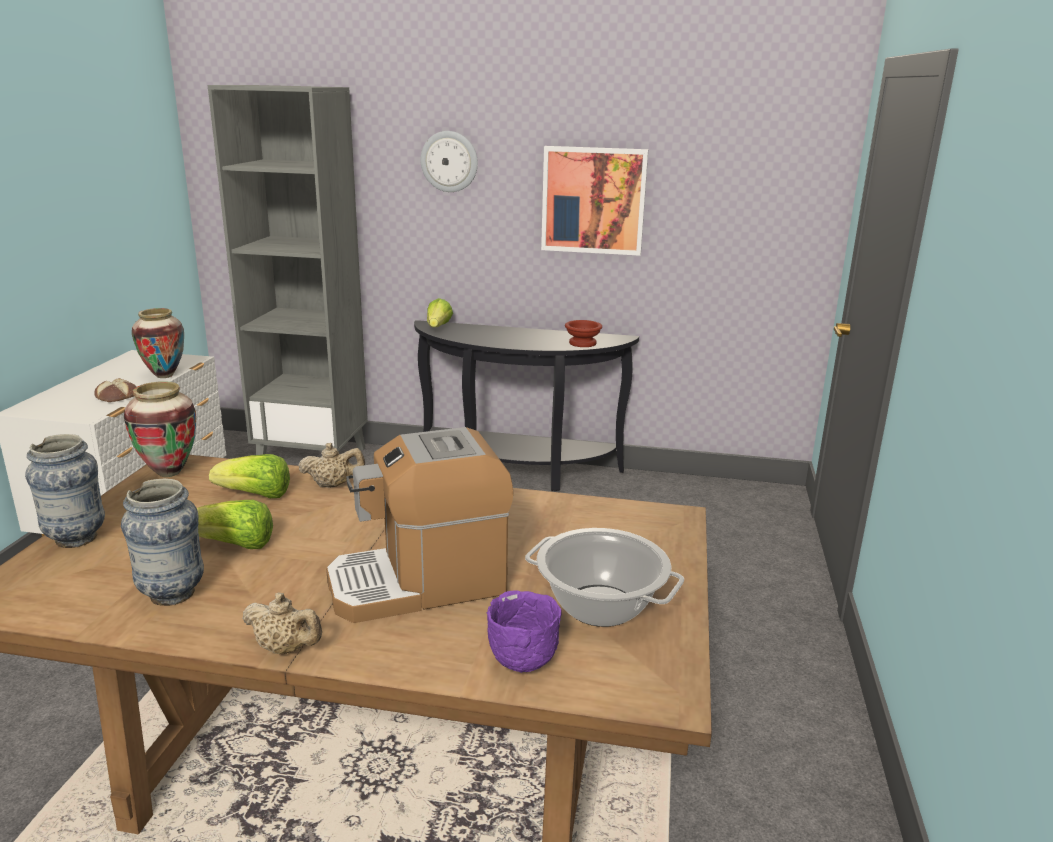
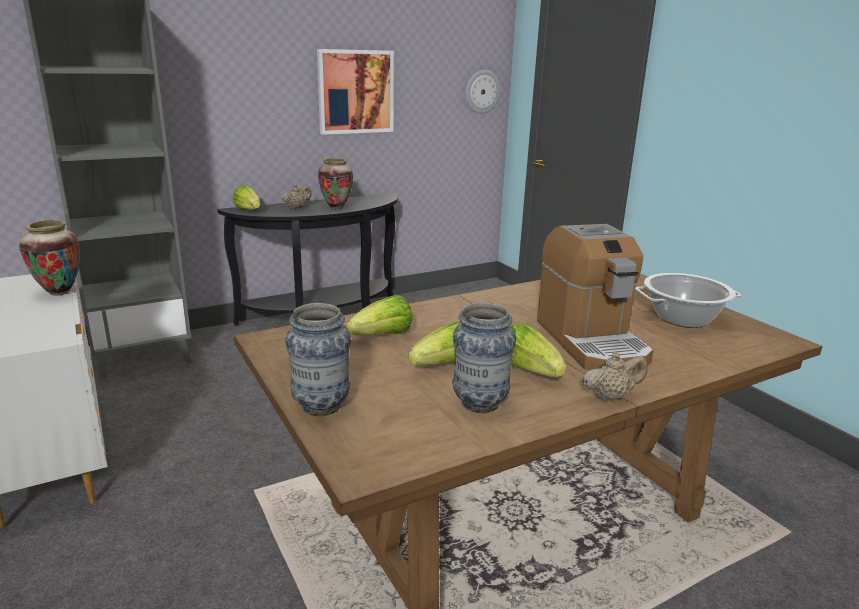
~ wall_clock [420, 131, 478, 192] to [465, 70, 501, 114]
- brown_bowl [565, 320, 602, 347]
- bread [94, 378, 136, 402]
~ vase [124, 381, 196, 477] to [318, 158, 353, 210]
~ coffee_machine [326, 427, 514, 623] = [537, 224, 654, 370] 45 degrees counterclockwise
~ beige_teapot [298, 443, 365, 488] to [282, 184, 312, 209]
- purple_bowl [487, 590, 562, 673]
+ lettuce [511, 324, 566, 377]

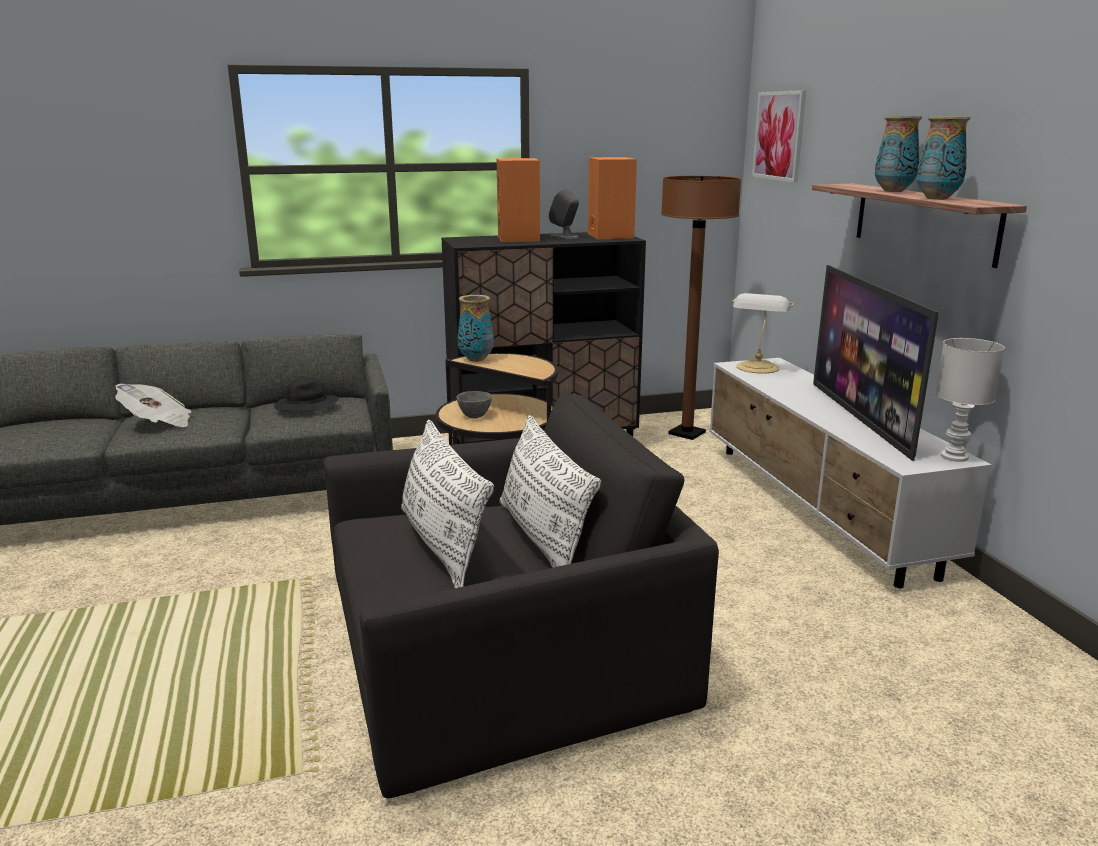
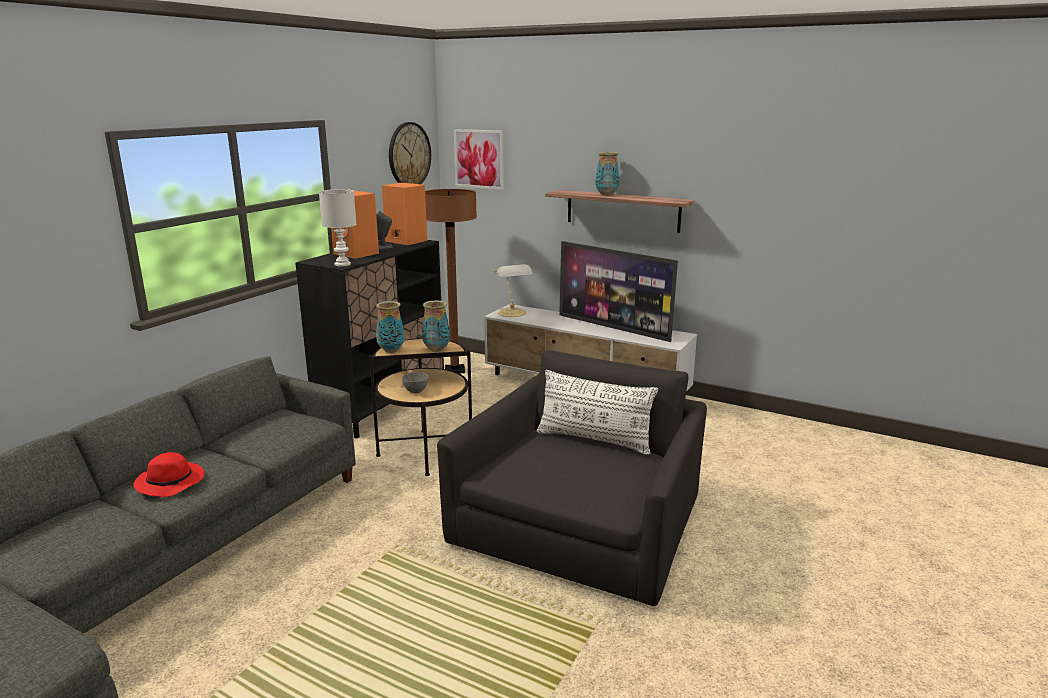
~ vase [916, 117, 971, 200] to [422, 301, 450, 352]
~ white_table_lamp [935, 338, 1005, 462] to [319, 189, 356, 266]
- black_hat [274, 377, 339, 412]
~ newspaper [115, 384, 192, 427] to red_hat [134, 452, 204, 497]
- white_pillow [401, 420, 494, 588]
+ wall_clock [389, 122, 431, 184]

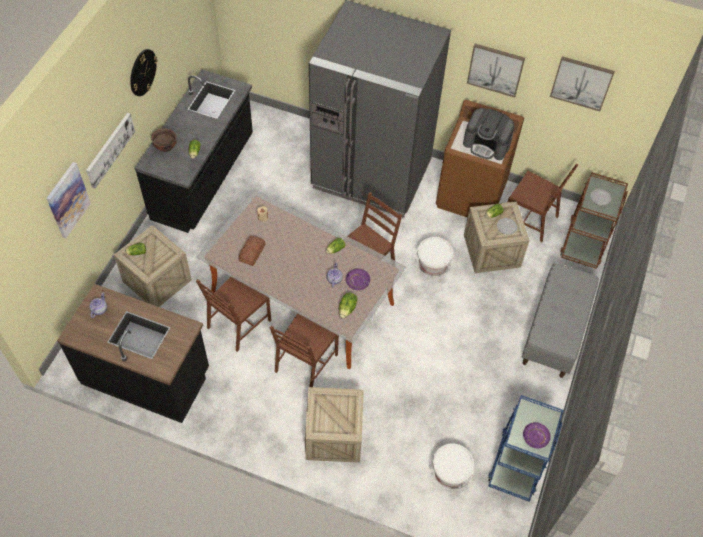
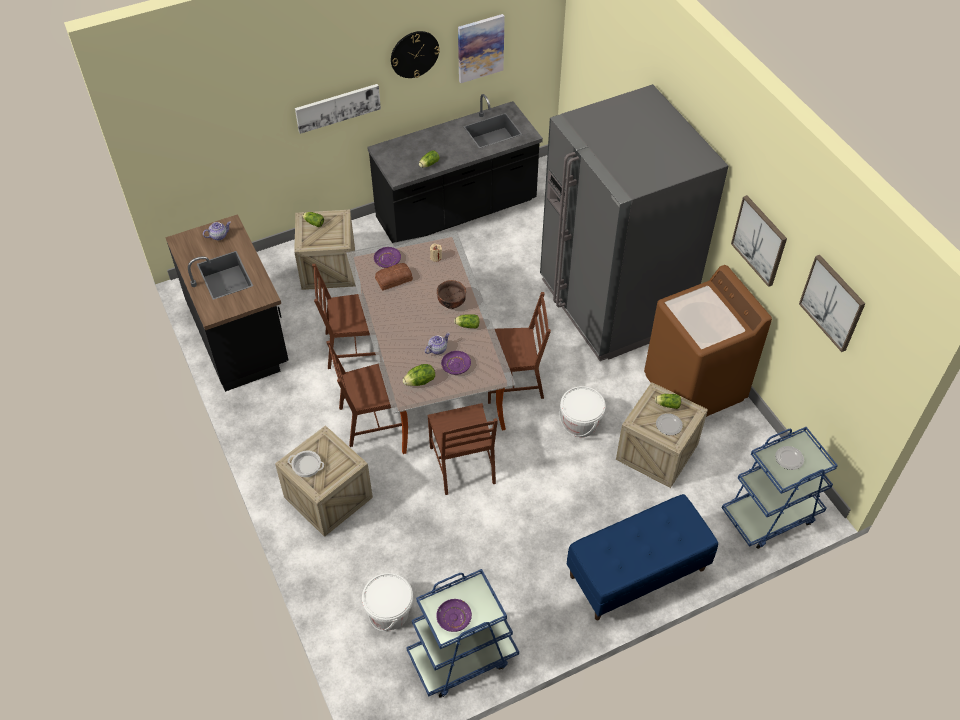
- coffee_machine [463, 108, 515, 160]
~ brown_bowl [151, 128, 176, 152] to [437, 280, 466, 309]
~ picture [46, 162, 91, 238] to [458, 14, 505, 83]
~ brown_chair [508, 163, 579, 242] to [428, 403, 498, 495]
~ brown_cart [560, 172, 628, 269] to blue_cart [722, 427, 838, 549]
~ grey_bench [522, 263, 599, 378] to blue_bench [567, 494, 718, 620]
+ purple_plate [374, 247, 401, 268]
+ cooking_pot [288, 451, 324, 477]

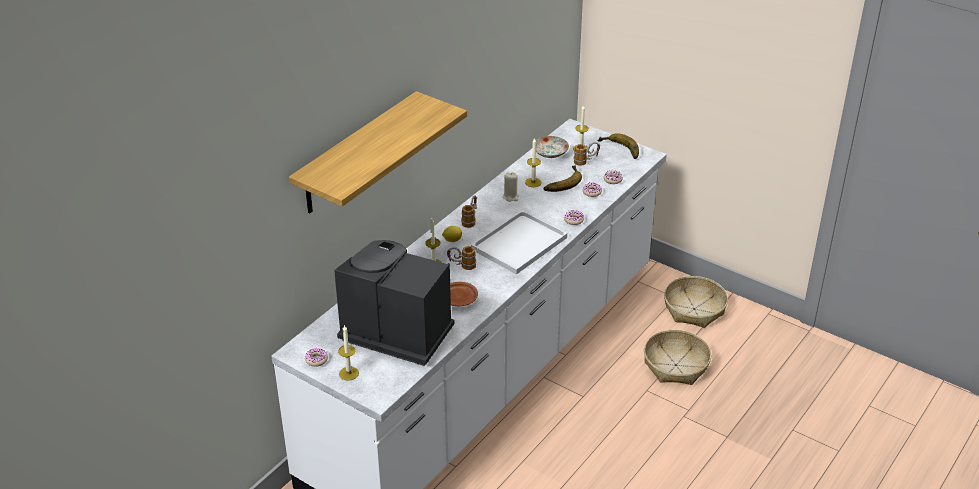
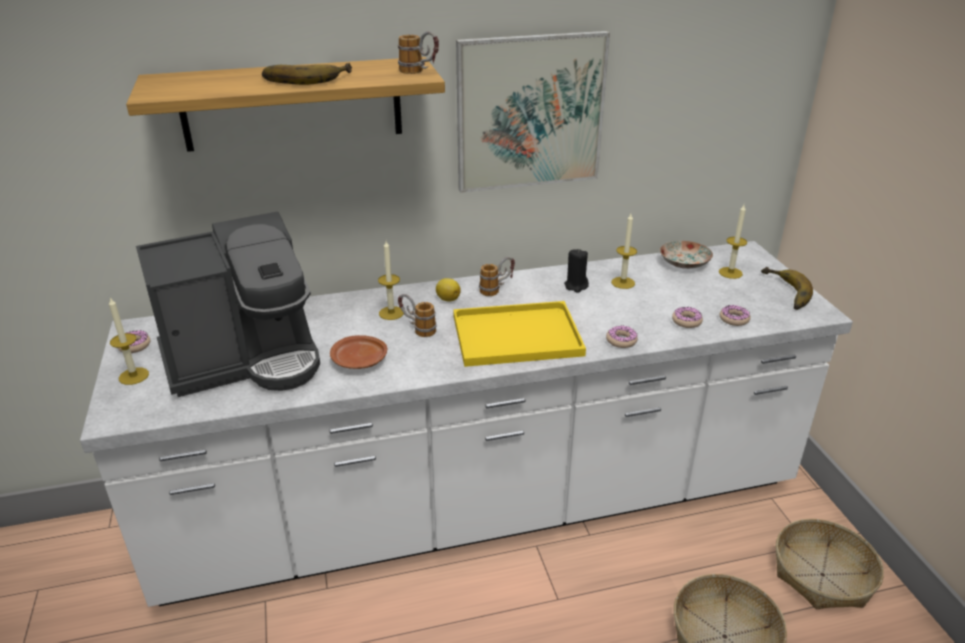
~ mug [574, 142, 600, 166] to [398, 31, 439, 74]
~ banana [544, 165, 582, 192] to [262, 63, 352, 85]
~ beige_candle [503, 172, 519, 202] to black_candle [564, 249, 589, 292]
~ white_tray [471, 210, 567, 275] to yellow_tray [453, 301, 586, 367]
~ coffee_machine [334, 240, 455, 366] = [136, 211, 320, 397] 90 degrees clockwise
+ picture [456, 31, 610, 193]

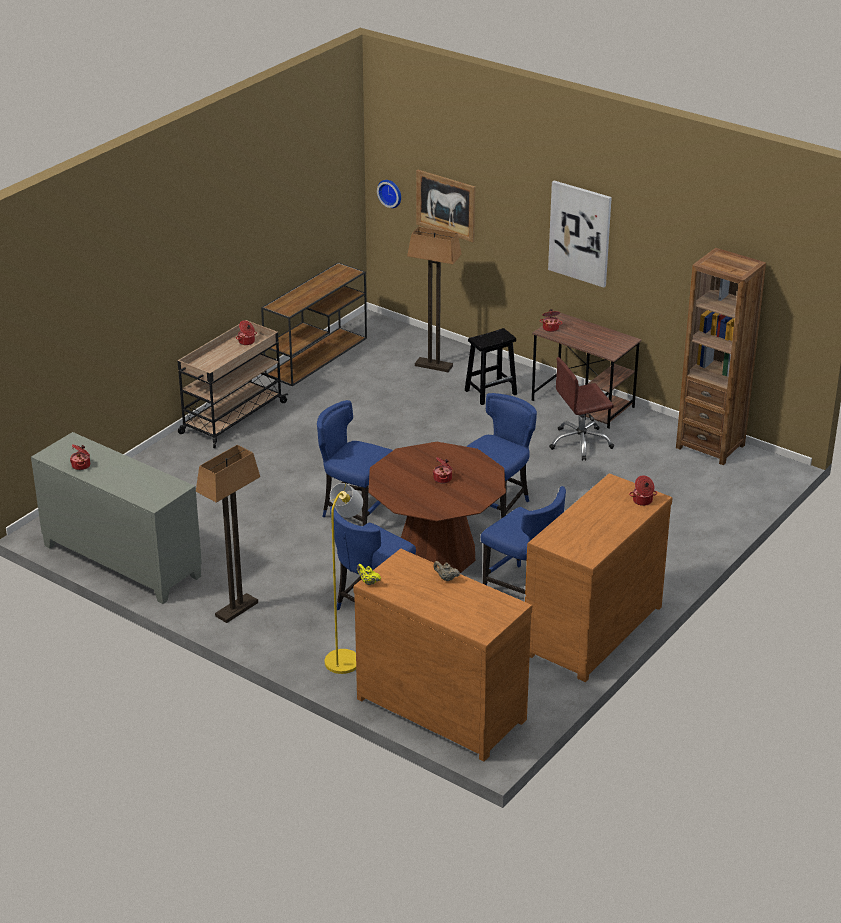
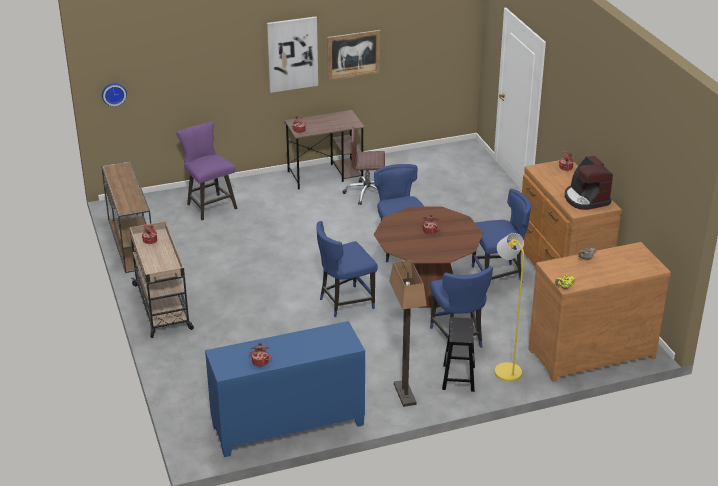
~ picture [416, 169, 475, 242] to [327, 30, 380, 81]
~ floor_lamp [407, 226, 462, 372] to purple_stool [176, 121, 237, 220]
- brown_bookcase [676, 248, 766, 465]
~ black_stool [465, 328, 517, 405] to [442, 317, 475, 392]
~ brown_office_chair [549, 357, 614, 461] = [343, 126, 385, 205] 75 degrees clockwise
~ grey_cabinet [31, 432, 202, 604] to blue_cabinet [205, 321, 365, 457]
+ coffee_machine [565, 156, 613, 210]

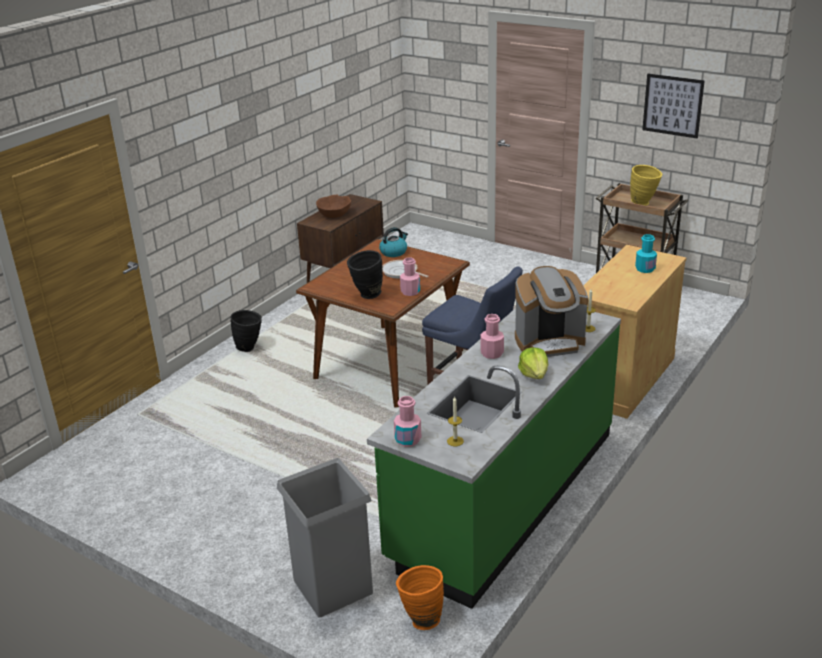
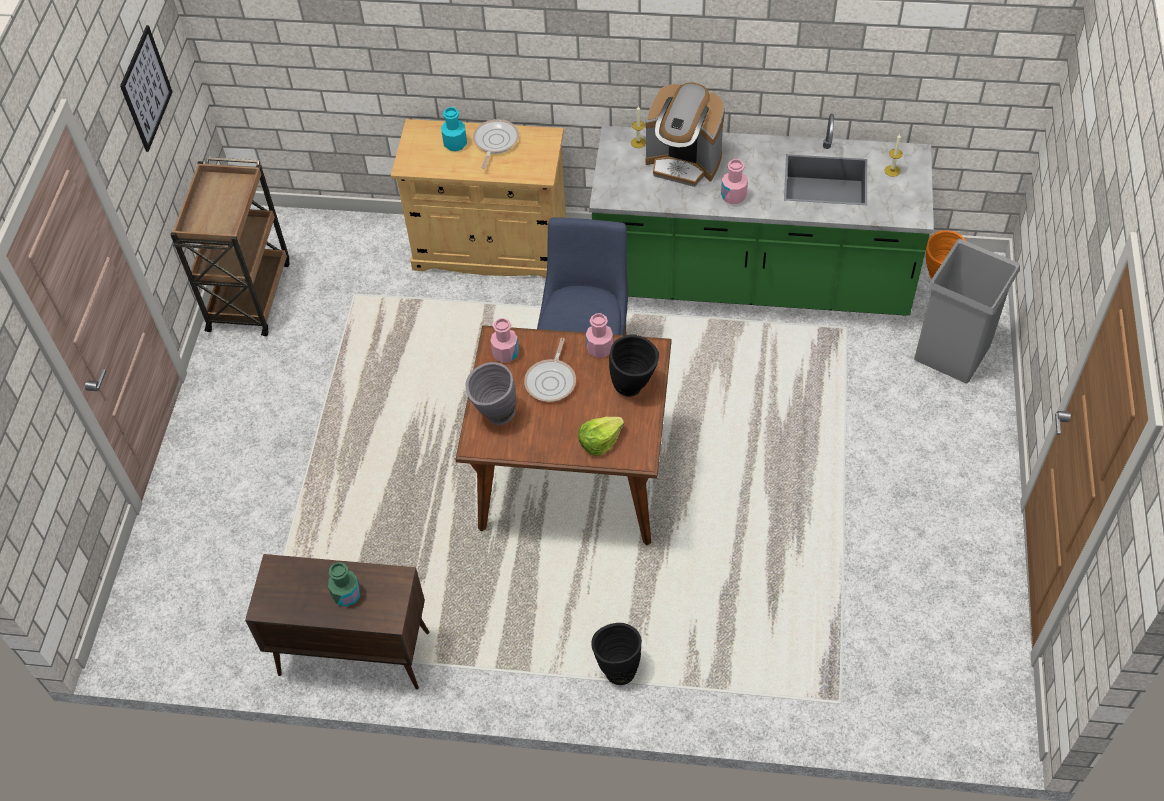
- yellow_vase [630, 165, 663, 206]
~ brown_bowl [316, 195, 351, 218] to green_bottle [328, 562, 361, 607]
~ kettle [379, 227, 408, 257] to grey_vase [466, 362, 516, 425]
~ coffee_machine [515, 266, 588, 357] = [645, 82, 725, 187] 150 degrees clockwise
~ lettuce [518, 347, 548, 379] to [578, 417, 624, 456]
~ pink_bottle [394, 396, 421, 447] to [490, 318, 519, 363]
+ frying_pan [473, 119, 519, 169]

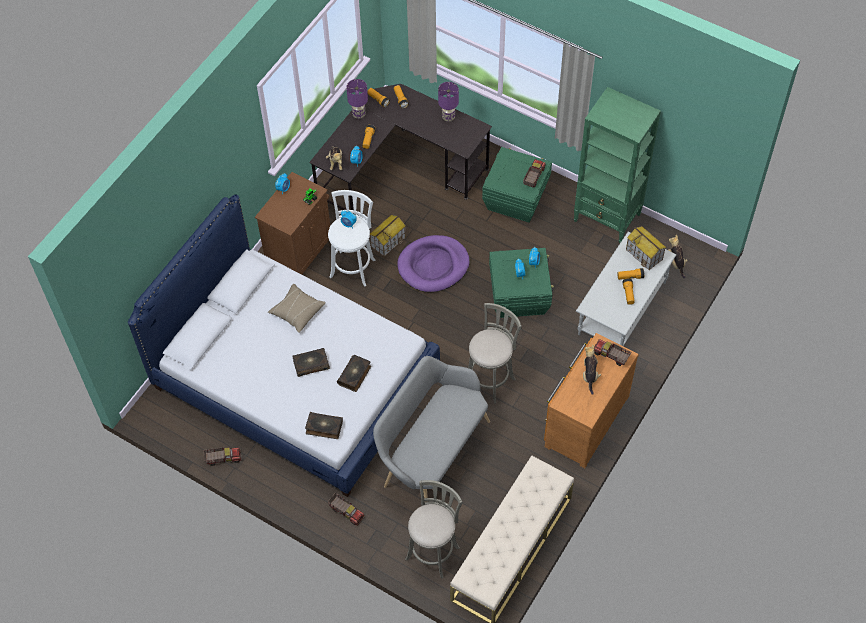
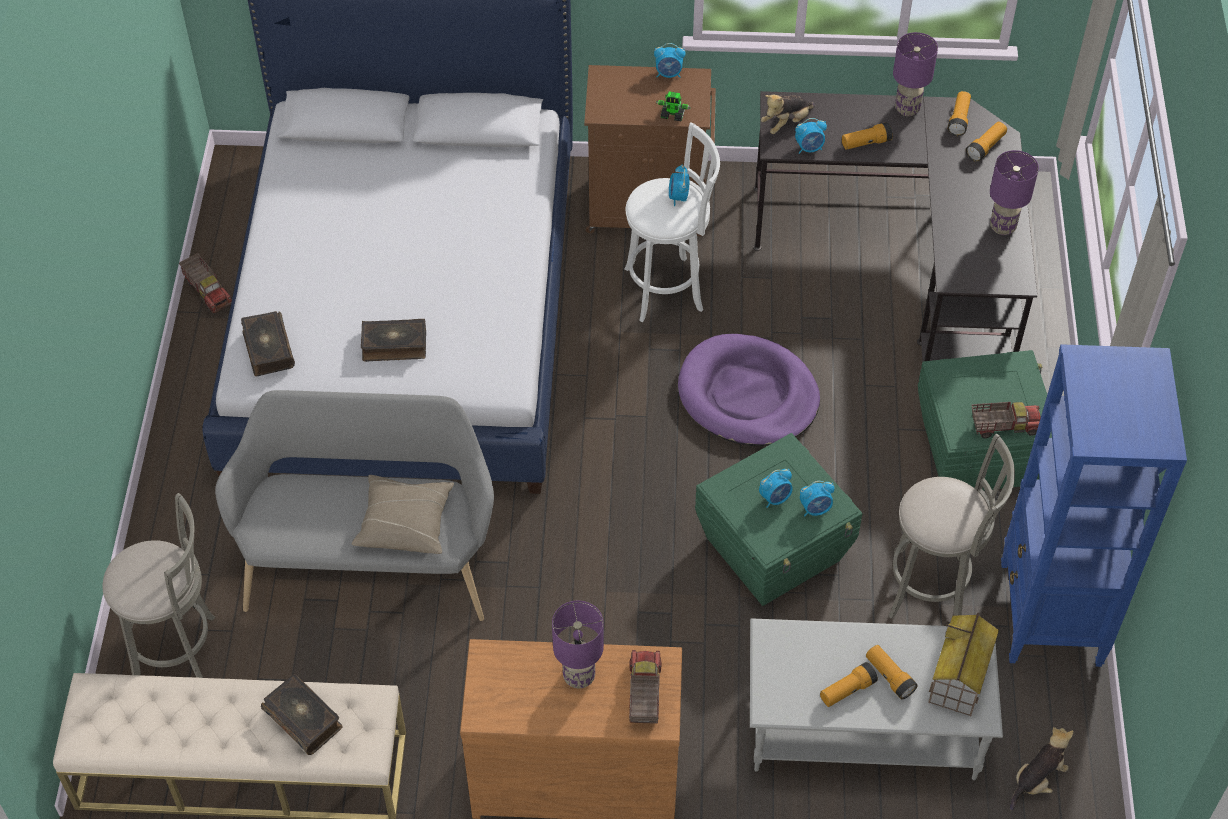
~ green_bookcase [574, 87, 661, 243] to blue_bookcase [1001, 344, 1187, 667]
- toy_house [370, 215, 406, 257]
~ beige_pillow [268, 283, 326, 333] to [351, 475, 454, 554]
~ grey_stool [468, 303, 522, 404] to [888, 434, 1015, 619]
~ plush_toy [583, 345, 601, 395] to purple_table_lamp [552, 601, 604, 688]
~ book [292, 348, 330, 377] to [261, 674, 343, 755]
- toy_truck [328, 493, 365, 526]

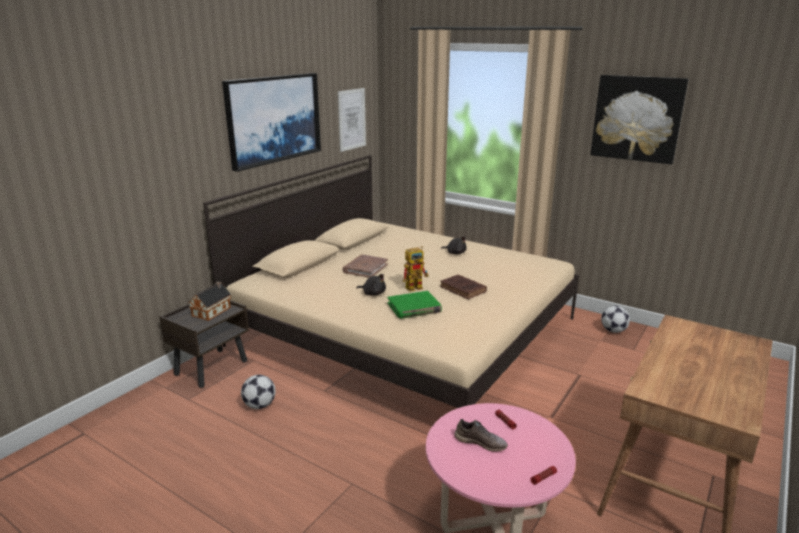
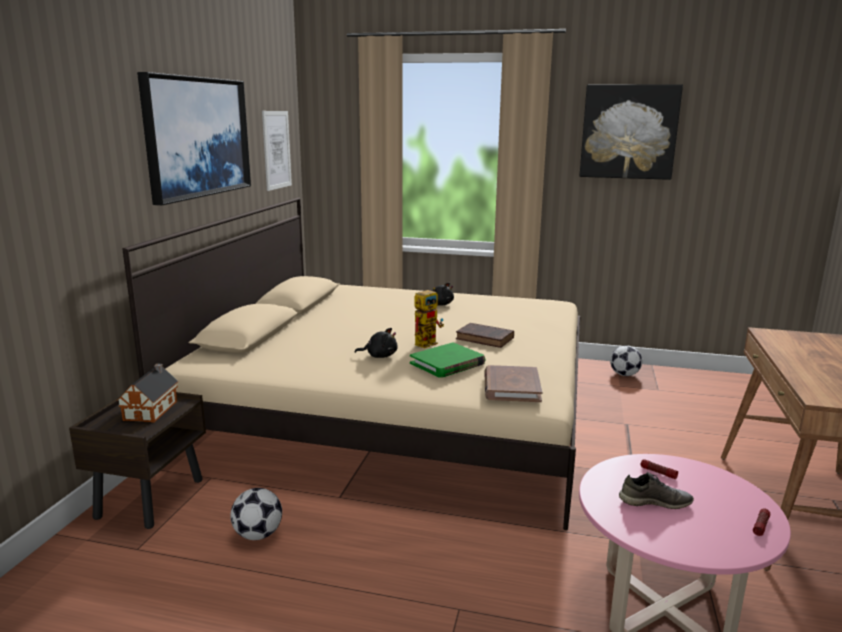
~ brown_book [342, 255, 388, 278] to [485, 365, 542, 402]

